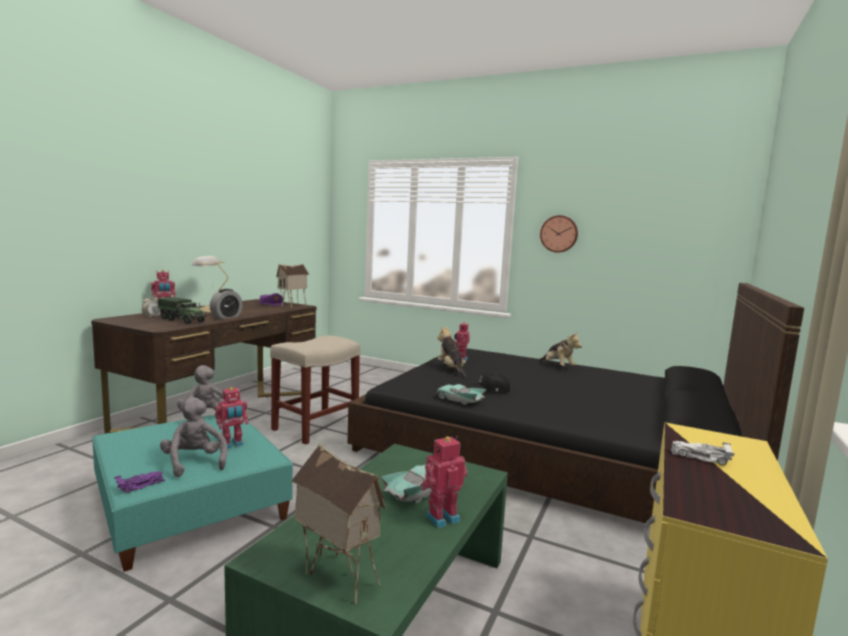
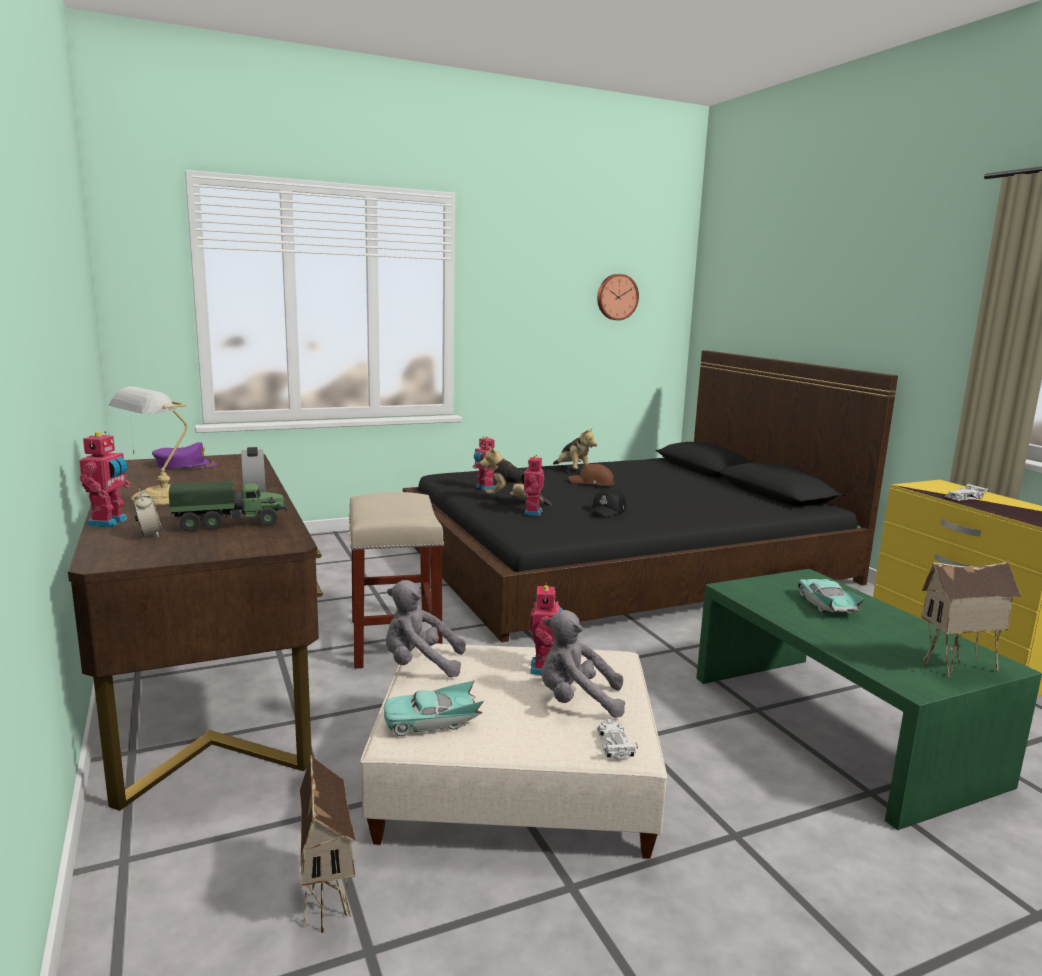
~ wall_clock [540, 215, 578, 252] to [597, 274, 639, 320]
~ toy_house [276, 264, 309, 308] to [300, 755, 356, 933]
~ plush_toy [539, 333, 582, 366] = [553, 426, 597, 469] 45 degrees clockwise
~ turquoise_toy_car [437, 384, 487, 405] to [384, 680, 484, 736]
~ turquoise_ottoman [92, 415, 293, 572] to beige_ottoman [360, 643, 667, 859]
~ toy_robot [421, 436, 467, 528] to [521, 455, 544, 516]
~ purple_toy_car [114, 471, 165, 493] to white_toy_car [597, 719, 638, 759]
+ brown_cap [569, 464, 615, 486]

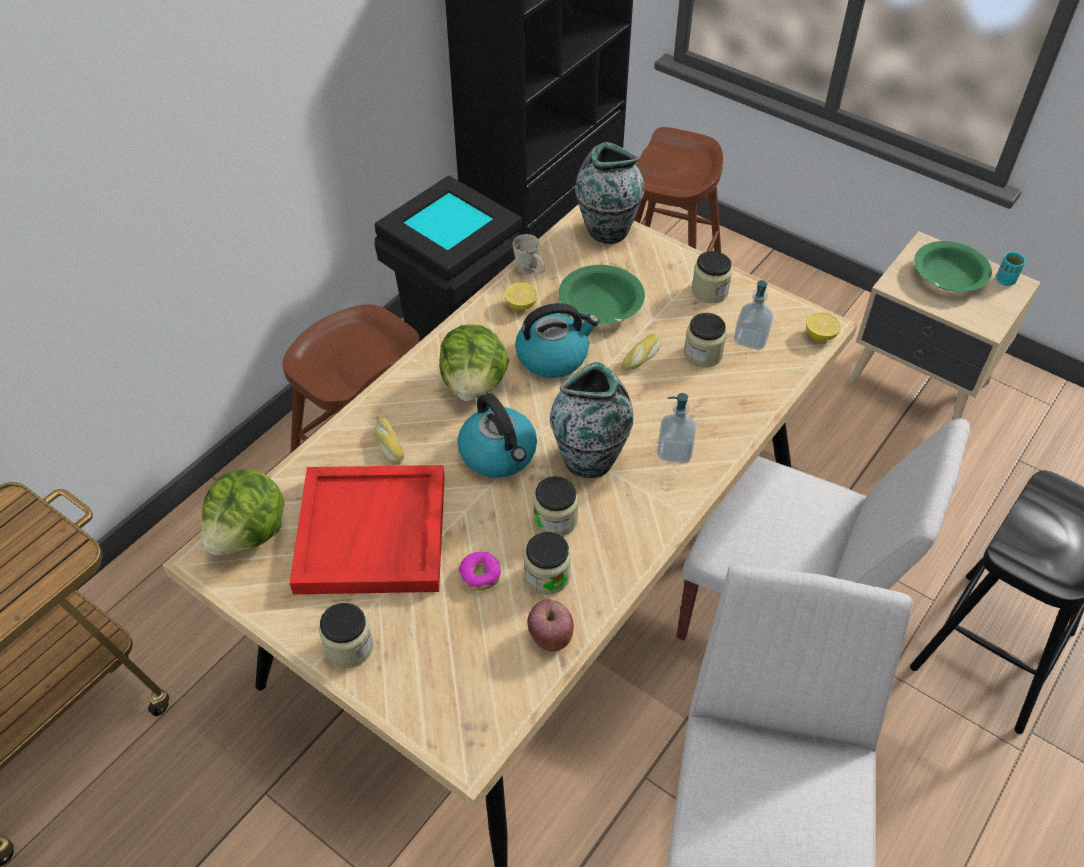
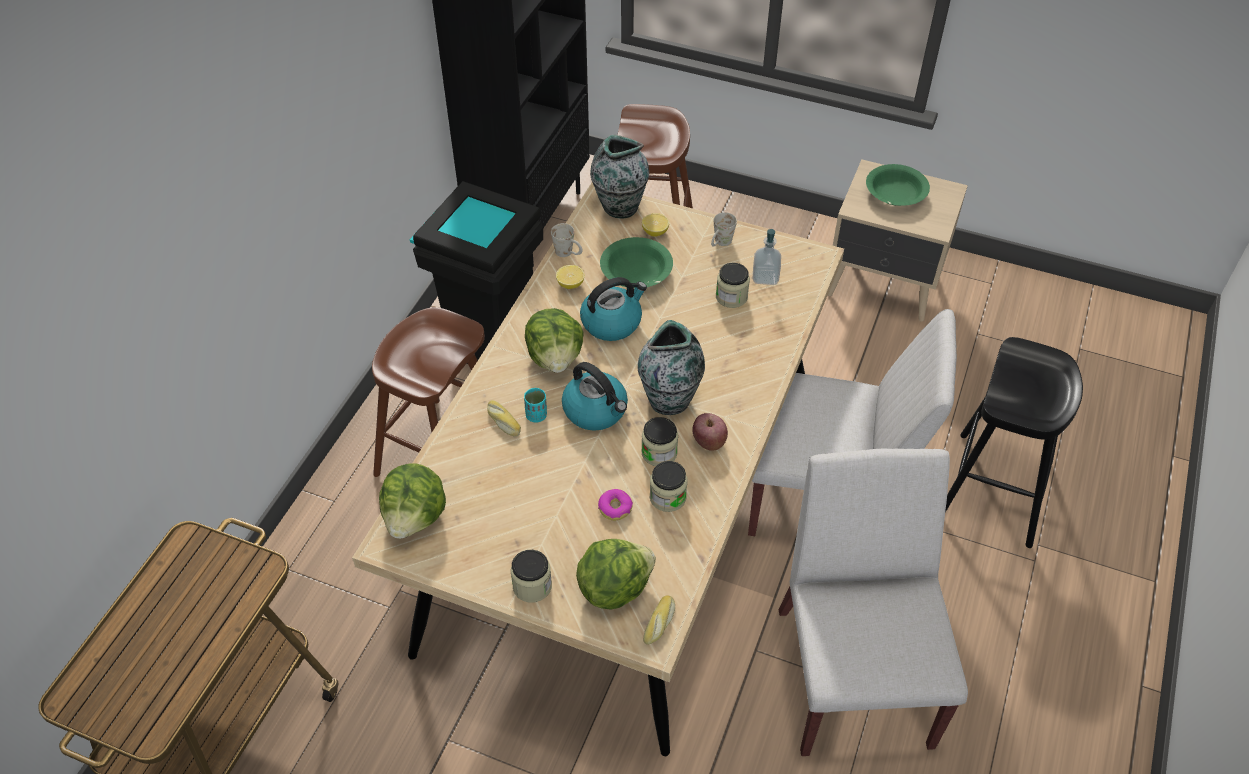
~ jar [692, 251, 732, 303] to white_mug [711, 212, 737, 247]
~ turquoise_cup [996, 252, 1026, 286] to [524, 388, 547, 423]
~ lemon [806, 312, 841, 341] to [642, 213, 669, 237]
~ bread [622, 334, 661, 370] to [643, 595, 675, 645]
- soap_dispenser [657, 393, 696, 464]
- red_tray [290, 465, 445, 594]
~ apple [527, 599, 574, 652] to [692, 413, 728, 451]
+ lettuce [576, 539, 656, 609]

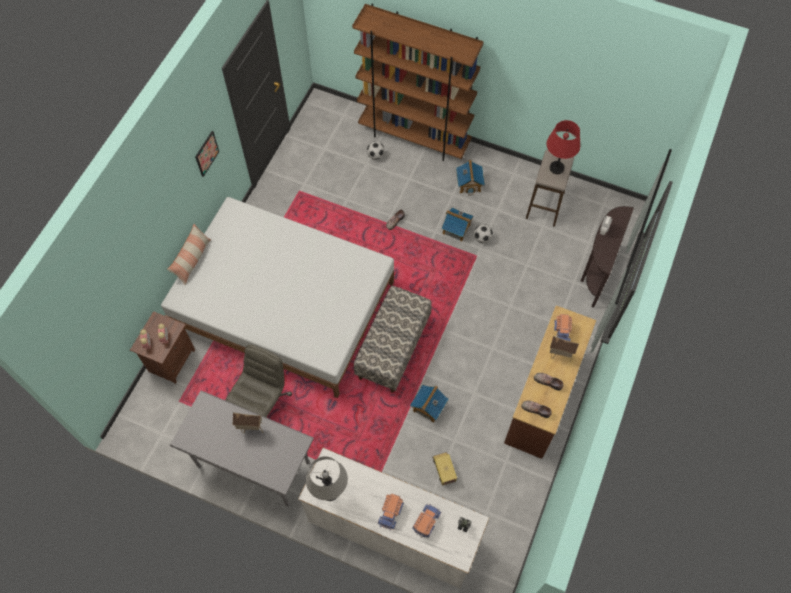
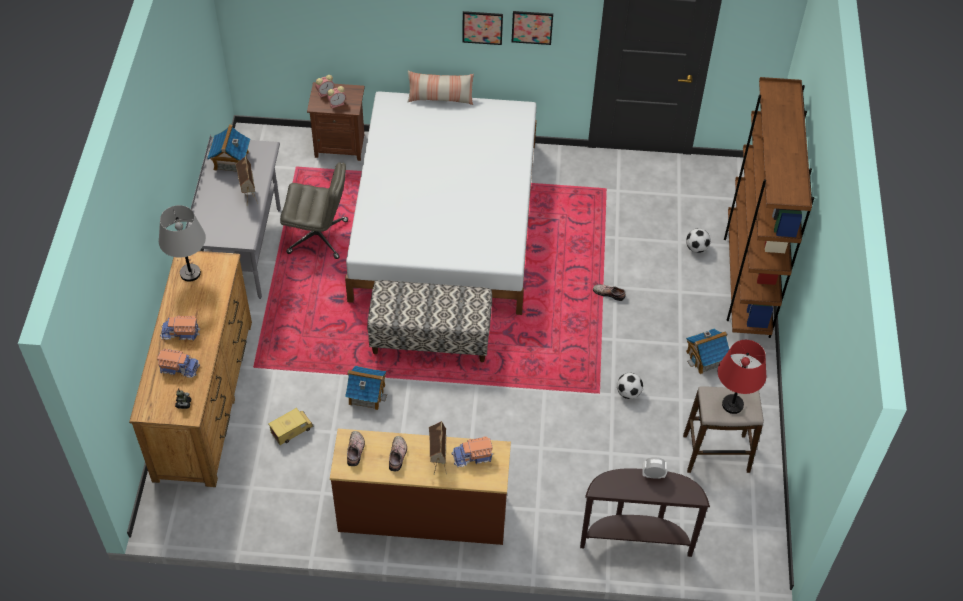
~ toy_house [442, 208, 473, 242] to [207, 125, 250, 171]
~ white_dresser [298, 448, 489, 588] to brown_dresser [129, 251, 252, 487]
+ picture [462, 11, 503, 45]

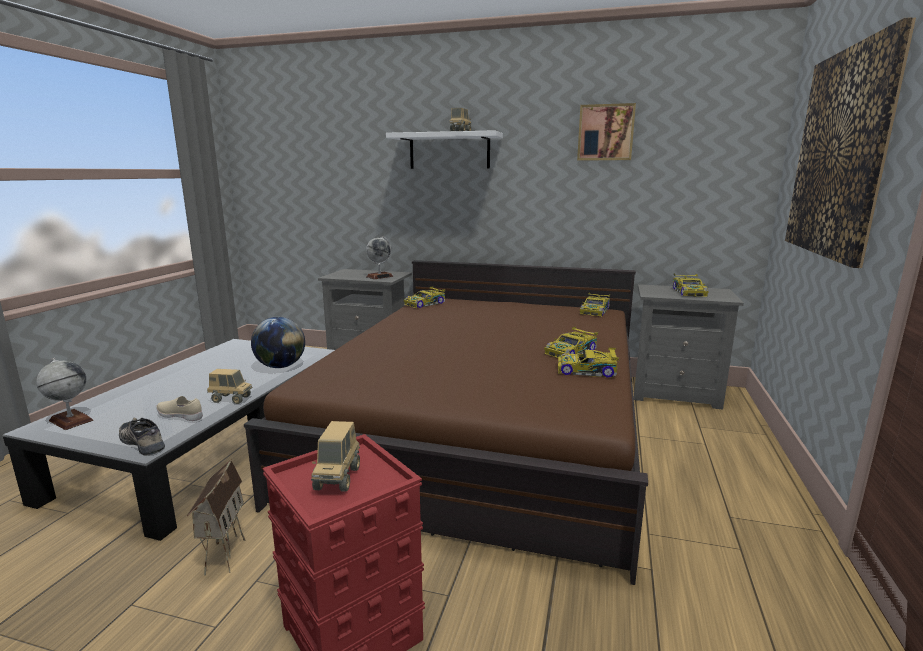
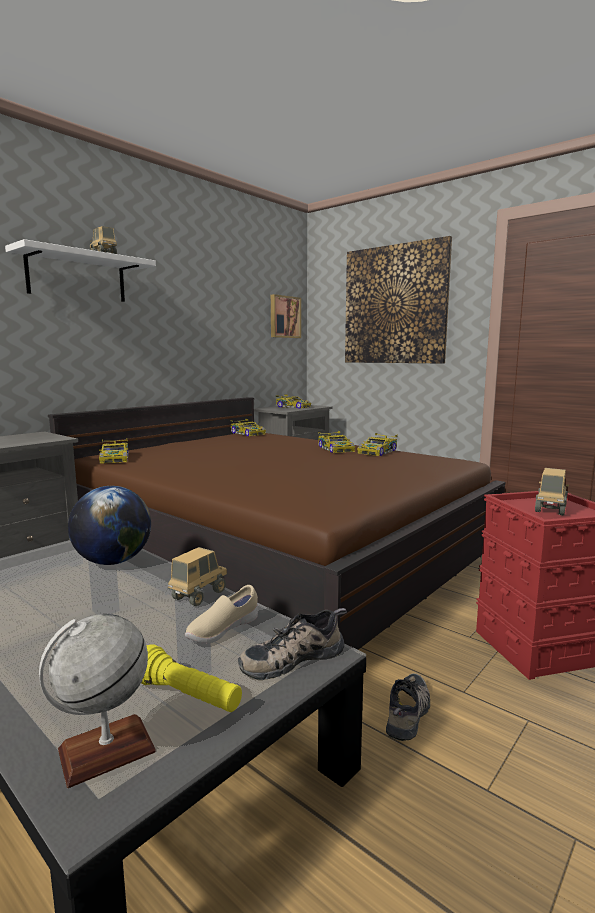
~ picture [577, 103, 636, 160] to [271, 294, 301, 338]
- globe [366, 236, 393, 279]
~ toy_truck [311, 421, 360, 492] = [535, 468, 569, 515] 90 degrees counterclockwise
~ toy_house [187, 459, 245, 576] to shoe [386, 673, 430, 741]
+ yellow_flashlight [141, 644, 242, 712]

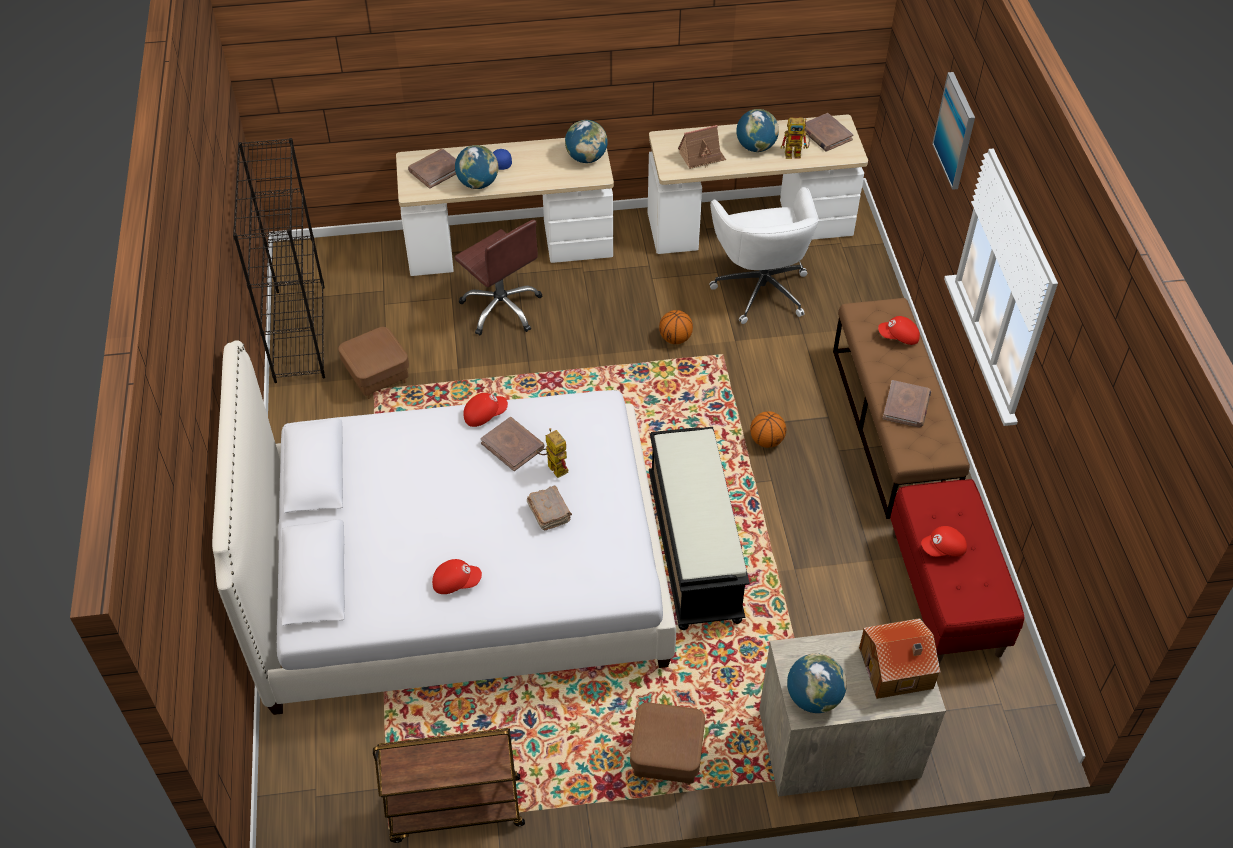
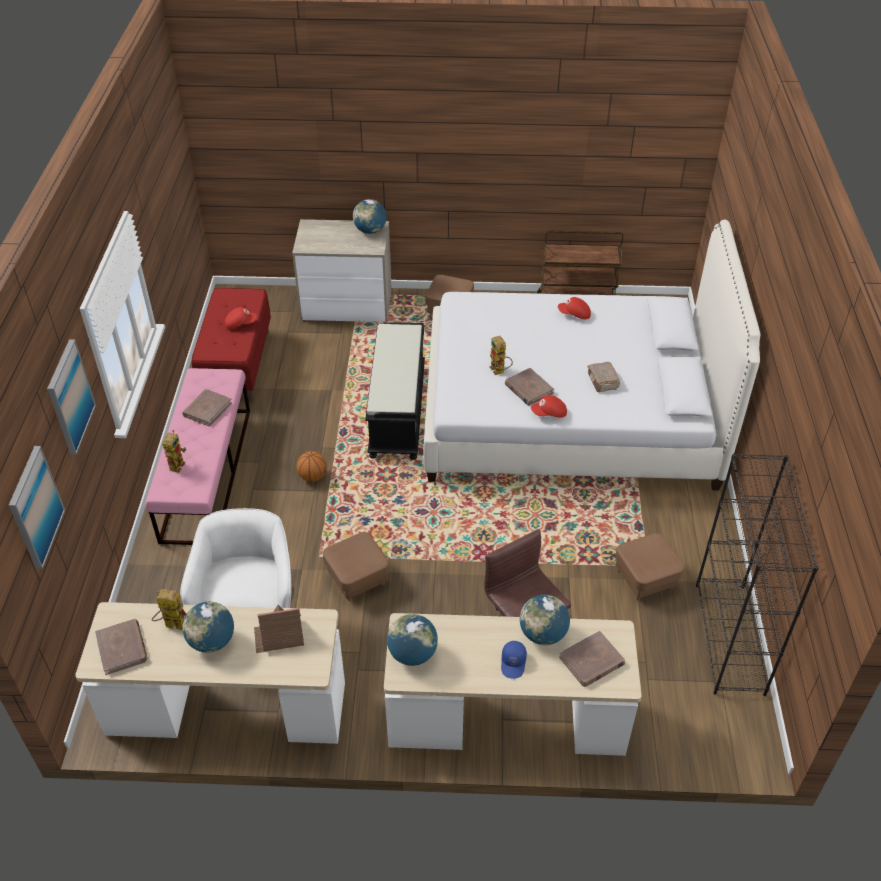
~ brown_bench [833, 298, 970, 519] to pink_bench [145, 368, 250, 545]
~ basketball [659, 310, 693, 344] to brown_ottoman [323, 532, 389, 601]
~ red_cap [878, 316, 920, 345] to toy_robot [162, 430, 186, 473]
~ brown_book [527, 486, 572, 530] to [587, 362, 620, 392]
- toy_house [859, 618, 940, 699]
+ picture [9, 446, 65, 569]

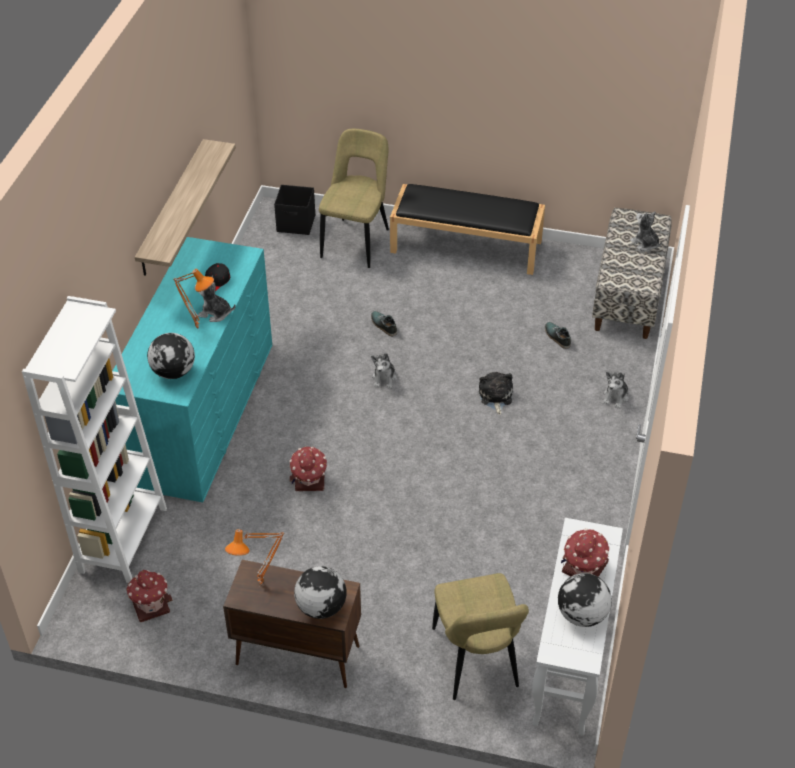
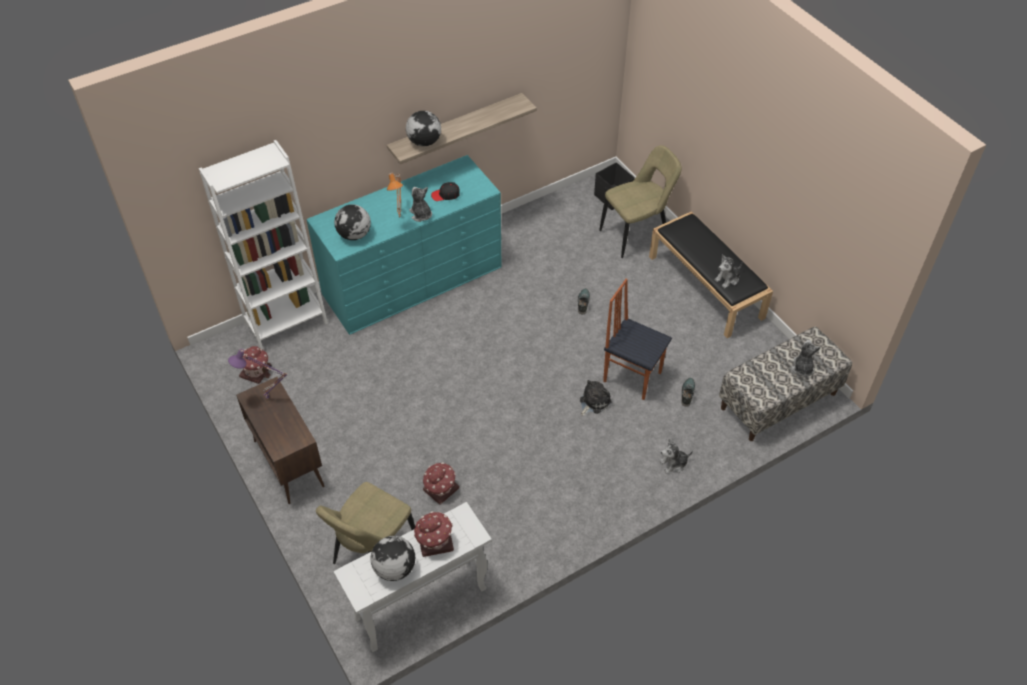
~ plush_toy [371, 353, 397, 389] to [714, 255, 742, 288]
~ toy_house [289, 447, 327, 491] to [423, 462, 459, 505]
~ orange_table_lamp [225, 529, 285, 586] to purple_table_lamp [228, 349, 287, 399]
~ globe [294, 566, 347, 619] to [406, 111, 441, 146]
+ chair [603, 279, 672, 400]

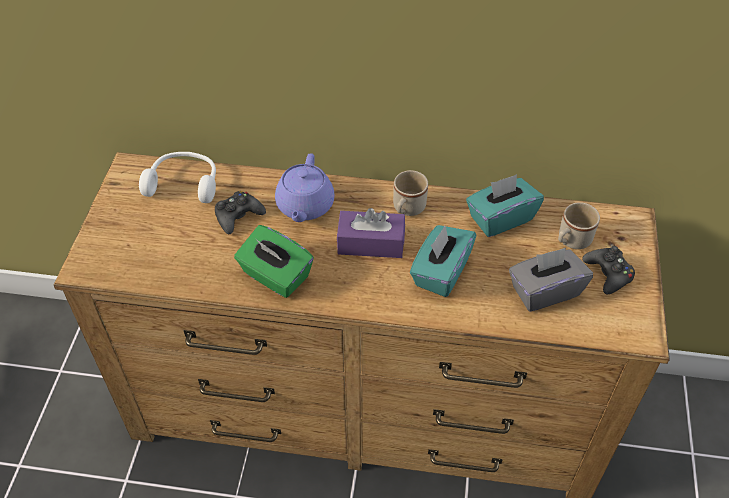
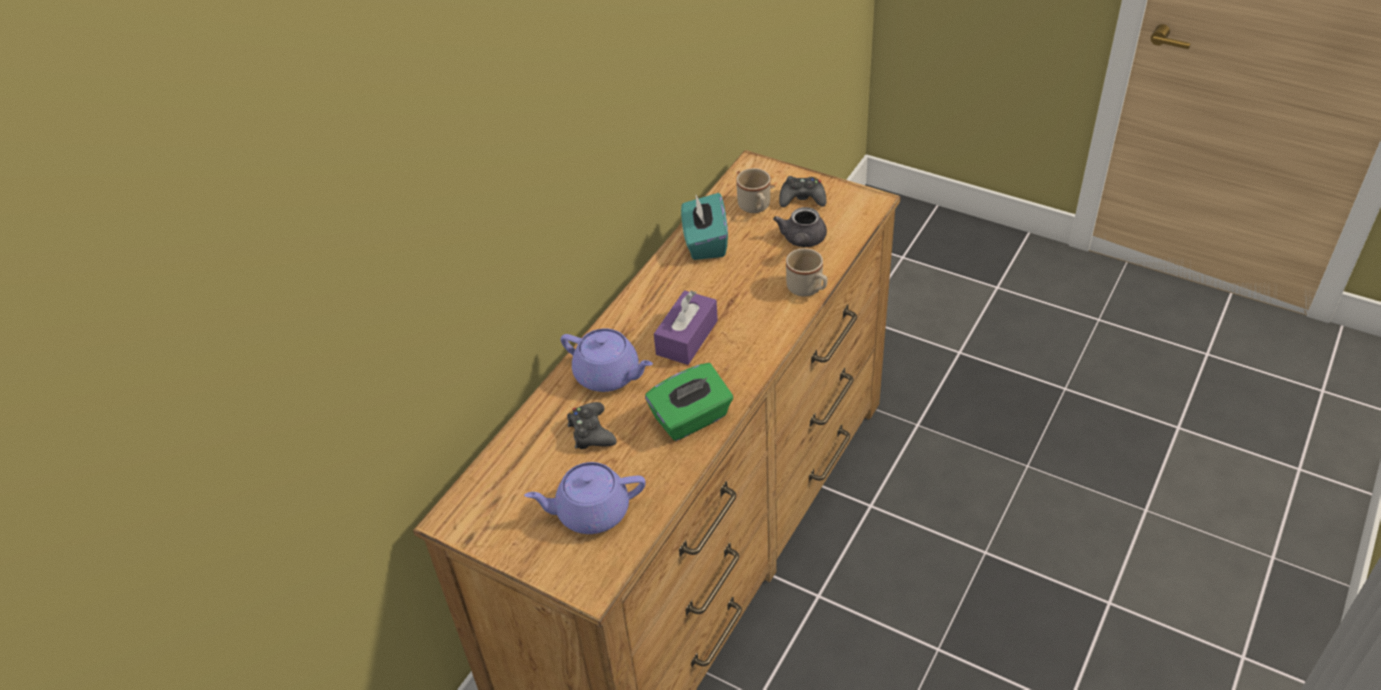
- white_headphones [139, 152, 216, 203]
~ beige_mug [393, 170, 428, 216] to [786, 248, 828, 297]
- turquoise_tissue_box [410, 225, 476, 297]
~ grey_tissue_box [509, 248, 593, 312] to grey_teapot [773, 207, 827, 247]
+ purple_teapot [524, 462, 646, 534]

